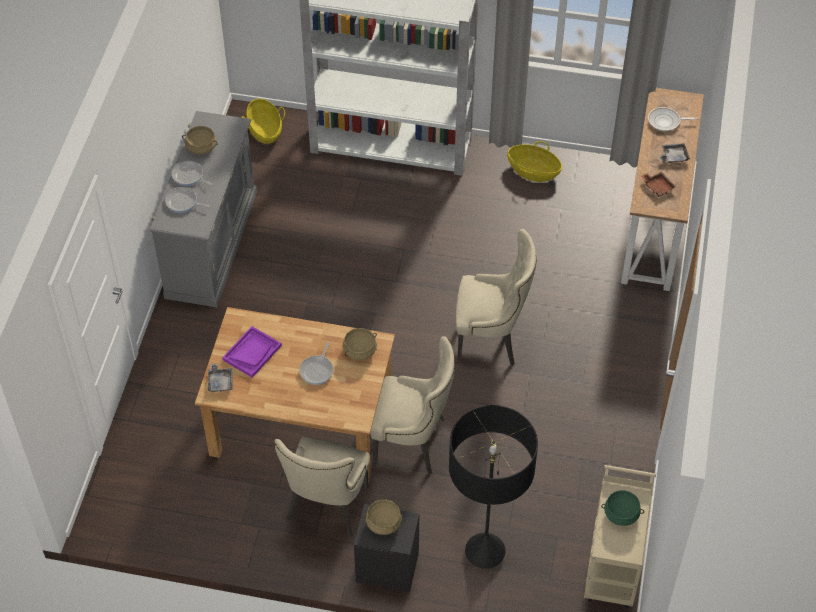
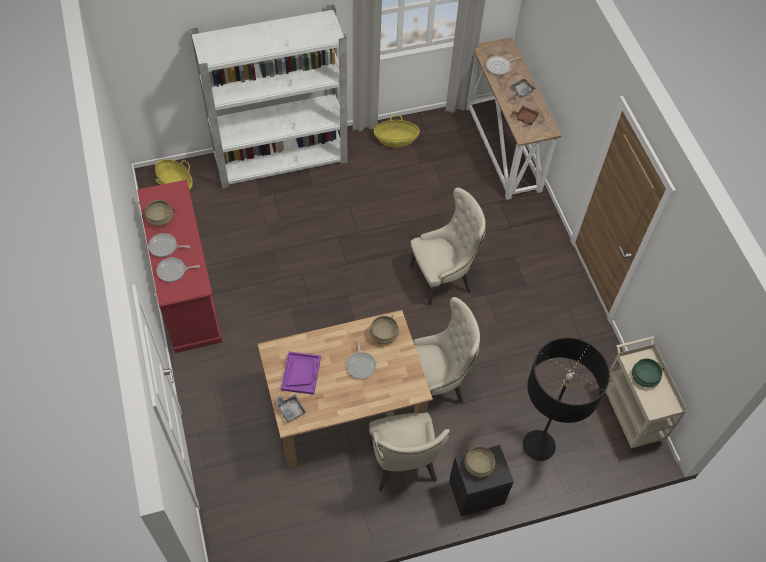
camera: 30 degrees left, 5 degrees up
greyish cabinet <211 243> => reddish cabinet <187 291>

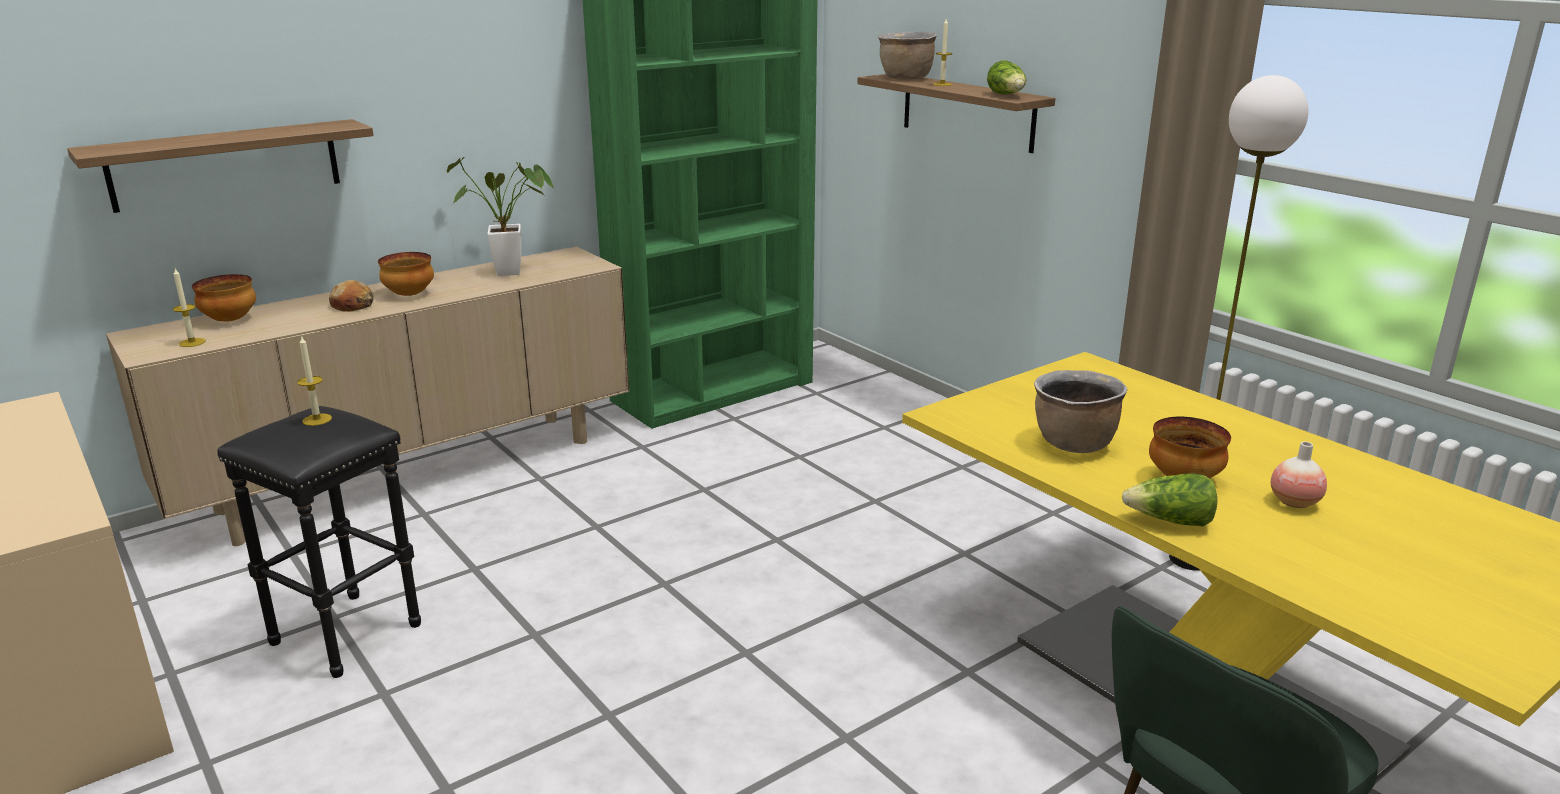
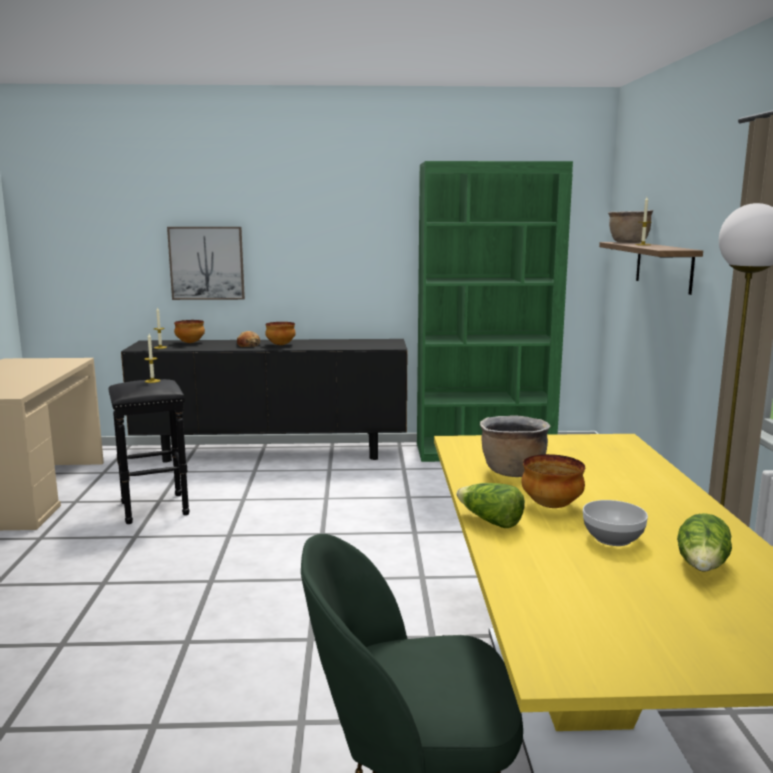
camera: 35 degrees right, 10 degrees down
potted plant <516 272> => nothing
lettuce <1007 95> => lettuce <702 567>, moved
shelf <225 165> => wall art <207 263>
vase <1294 502> => serving bowl <613 538>
beige cabinet <412 474> => blackish cabinet <273 453>

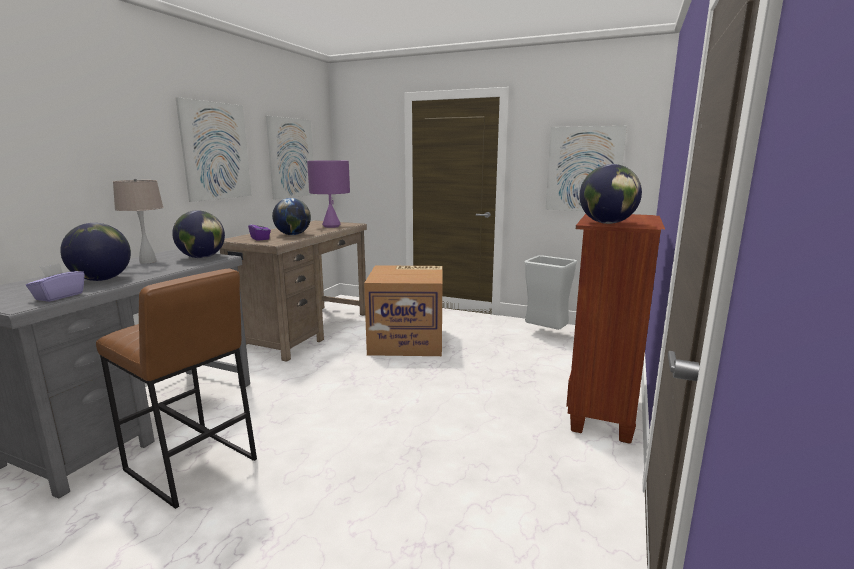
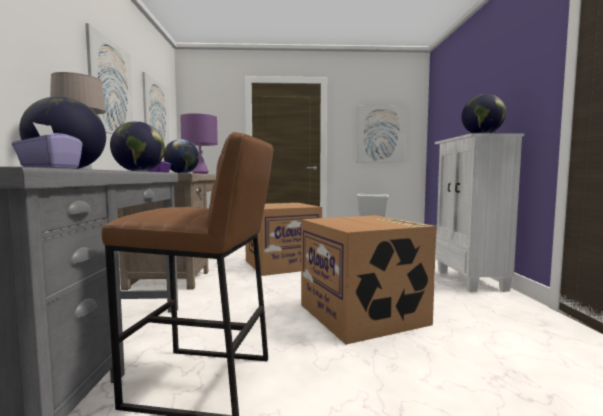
camera: 25 degrees left, 10 degrees down
nothing => carton <364 314>
brownish cabinet <600 414> => whitish cabinet <469 281>

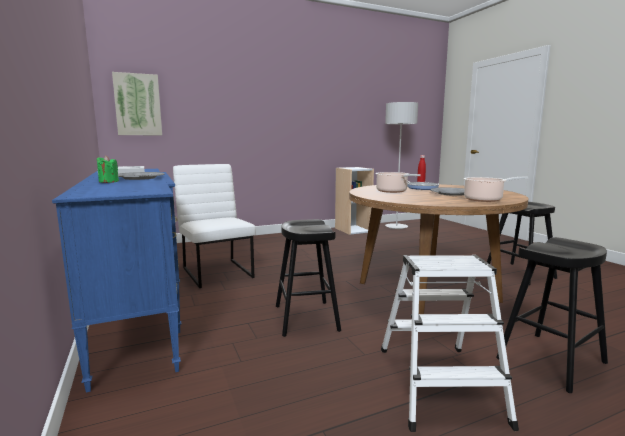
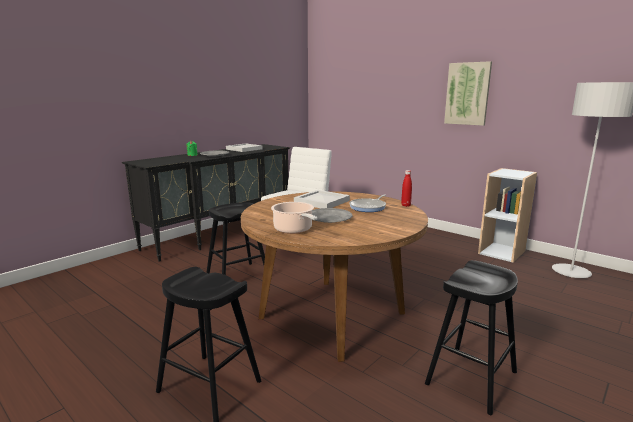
camera: 65 degrees right, 5 degrees up
whitish step stool <438 383> => nothing
wall art <138 105> => wall art <467 94>, moved
cooking pot <393 191> => whitish serving tray <321 201>
bluish cabinet <138 310> => blackish cabinet <221 234>

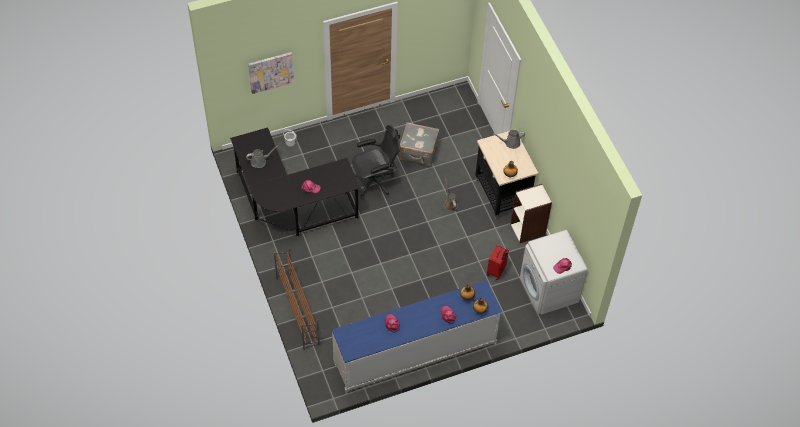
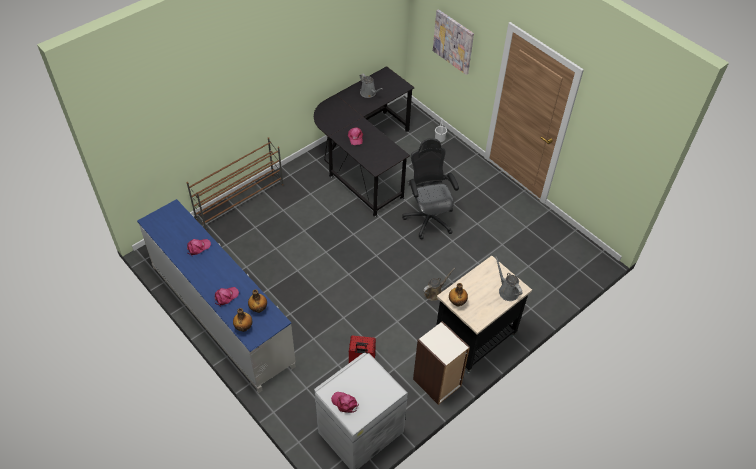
camera: 70 degrees right, 5 degrees down
greyish suitcase <418 152> => nothing
desk chair <375 182> => desk chair <428 217>, 150 degrees counterclockwise

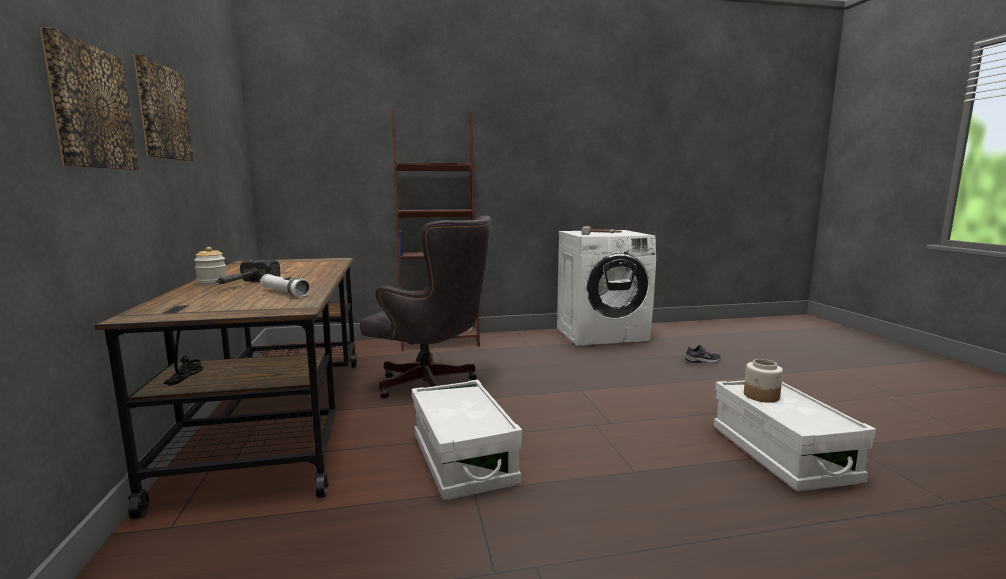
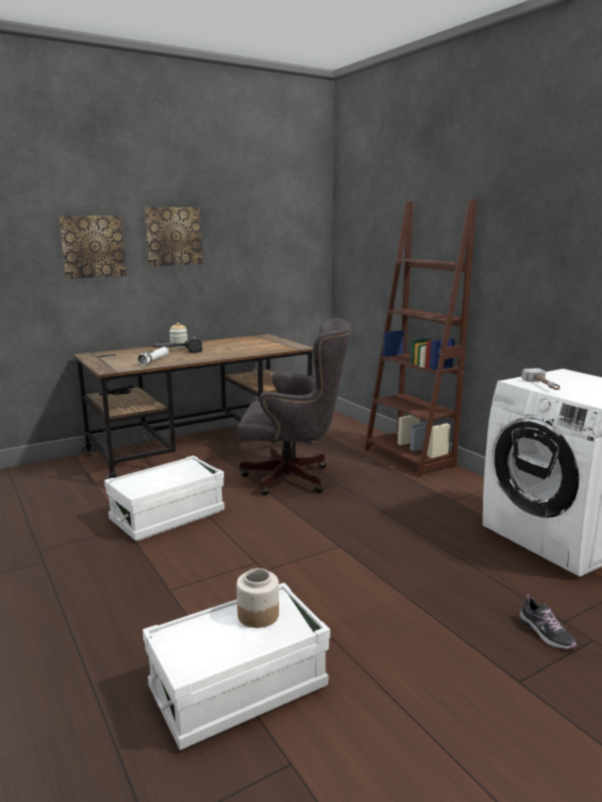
camera: 70 degrees right, 5 degrees up
greyish desk chair <431 386> => greyish desk chair <293 478>, 90 degrees counterclockwise

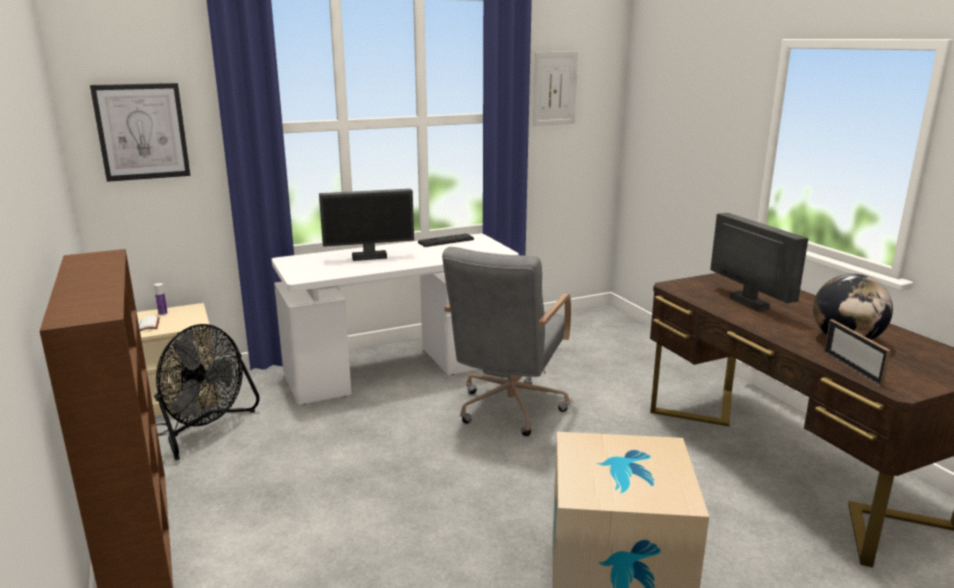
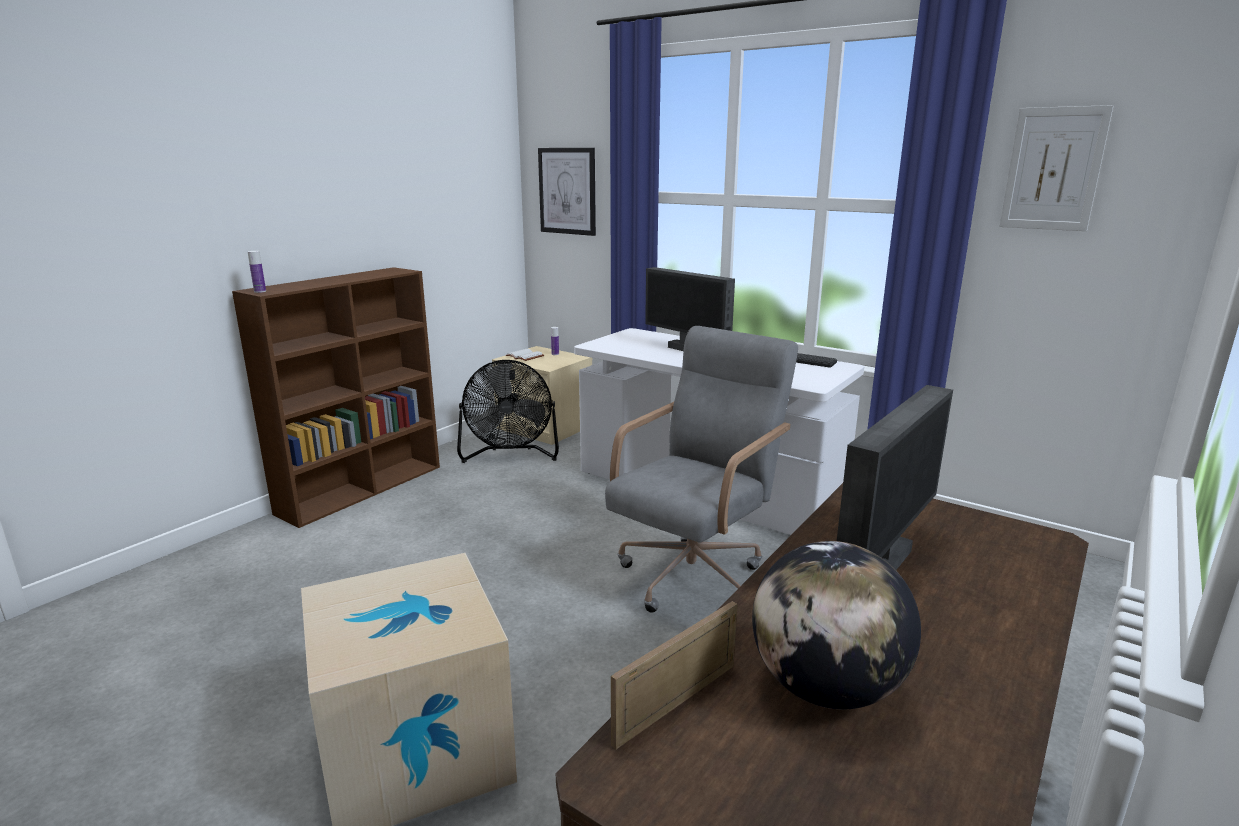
camera: 60 degrees right, 0 degrees up
nothing => drink bottle <260 291>
greyish desk chair <508 412> => greyish desk chair <695 575>, 135 degrees clockwise

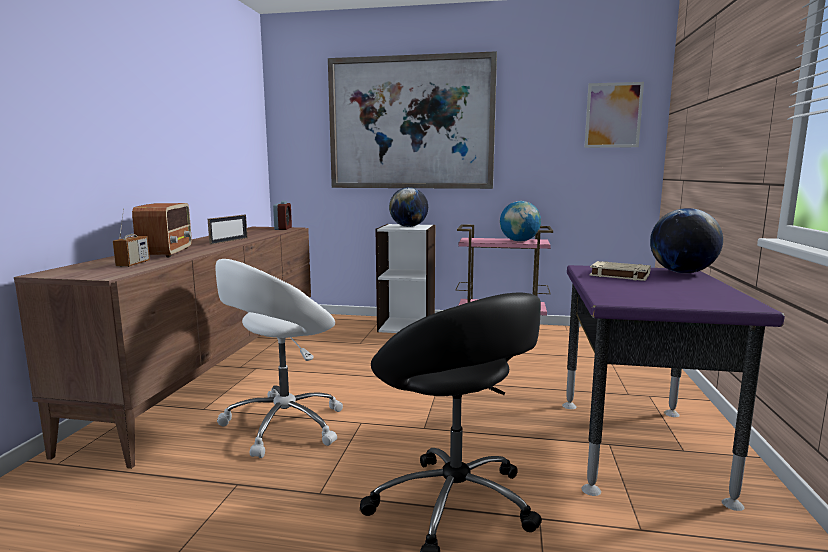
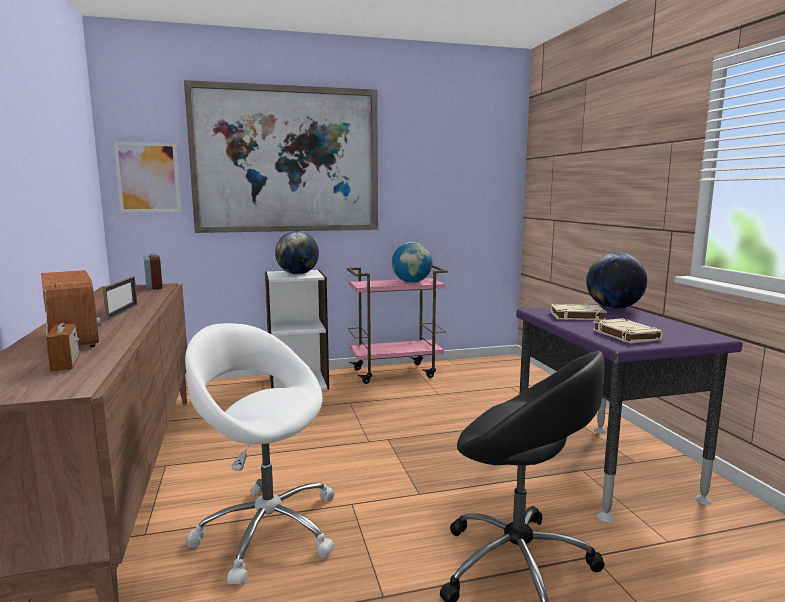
camera: 25 degrees left, 0 degrees up
nothing => beige volume <625 335>
wall art <613 115> => wall art <148 177>, moved
whitish desk chair <281 426> => whitish desk chair <267 530>, 90 degrees clockwise

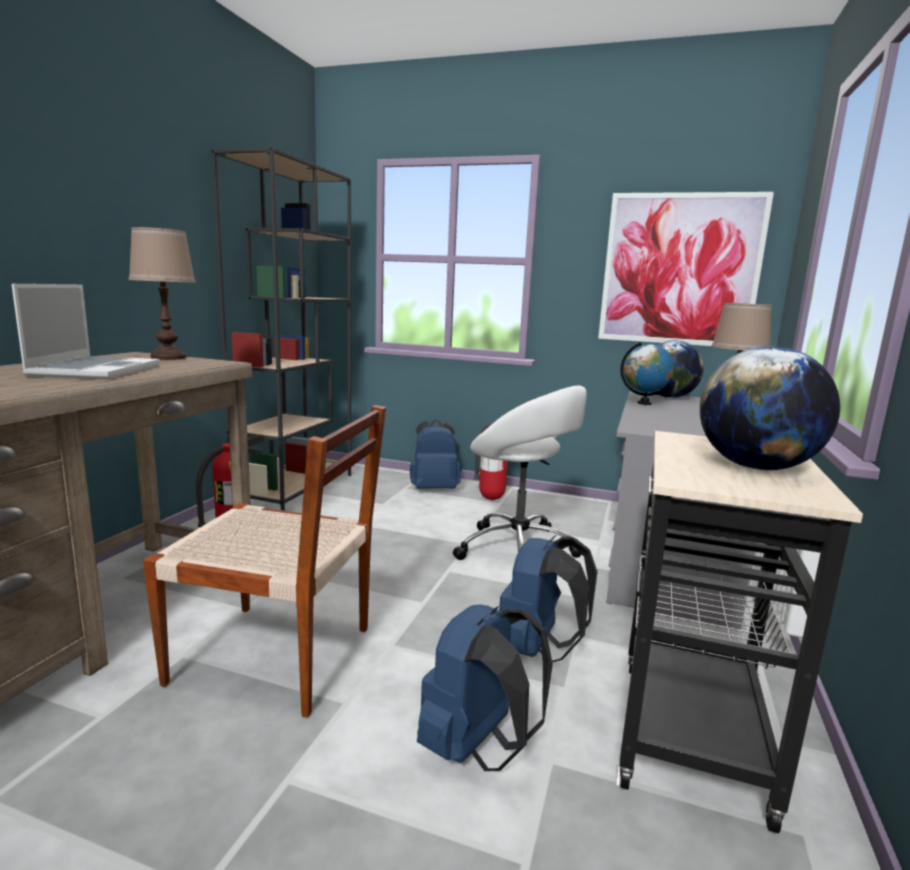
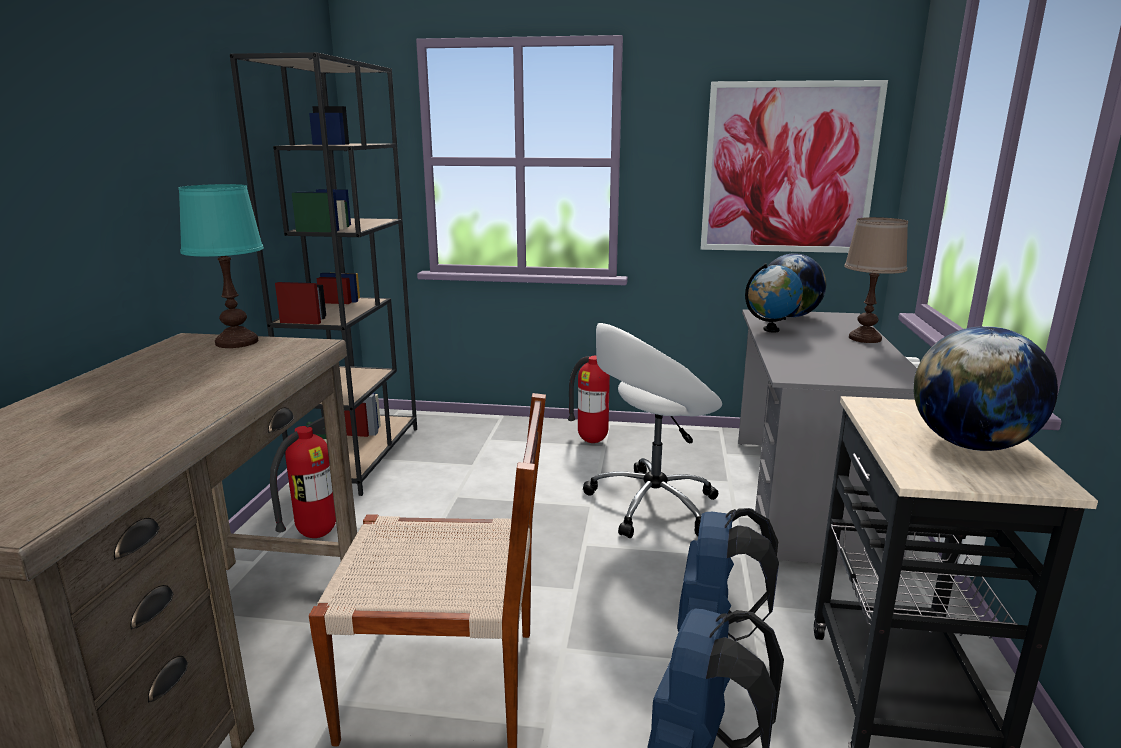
camera: 10 degrees left, 5 degrees up
portable computer <96 370> => nothing
bluish knapsack <434 489> => nothing
brownish tabletop lamp <168 358> => turquoise-coloured tabletop lamp <236 342>
whitish desk chair <519 549> => whitish desk chair <649 505>, 120 degrees clockwise

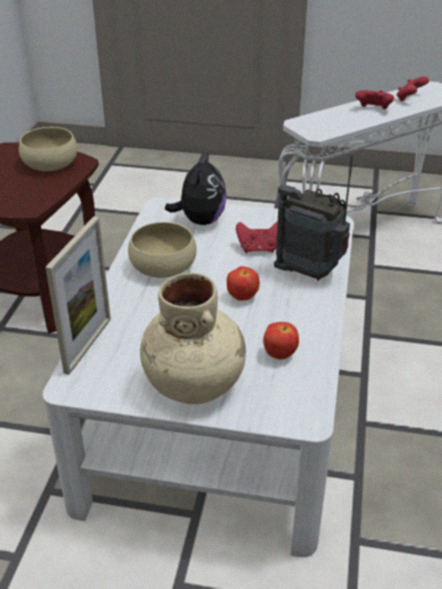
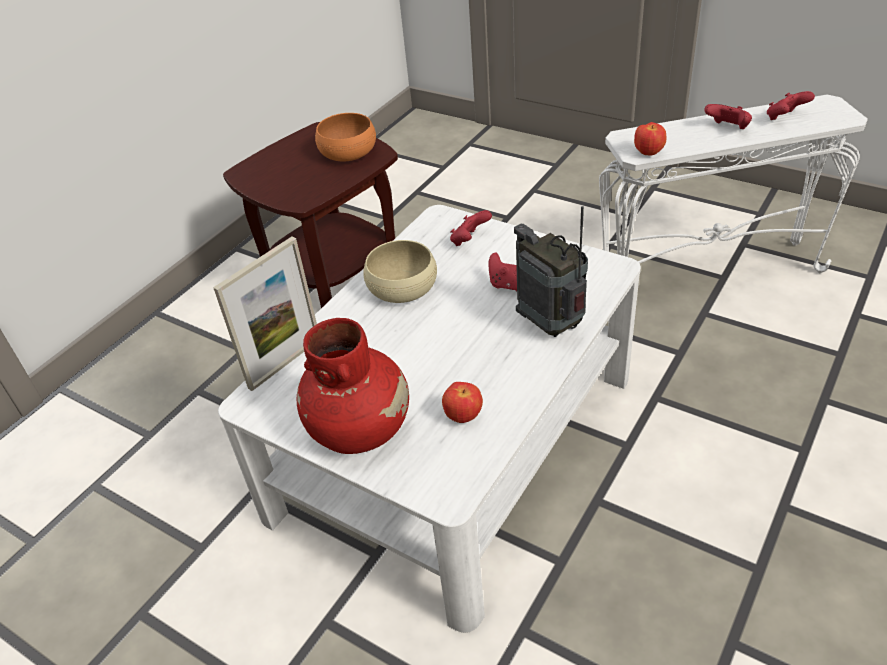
camera: 25 degrees right, 5 degrees up
apple <242 297> => apple <648 153>, moved
cuddly toy <200 221> => reddish joypad <469 240>
beige serving bowl <50 164> => orange-coloured serving bowl <348 153>
beige vase <194 383> => reddish vase <360 428>

